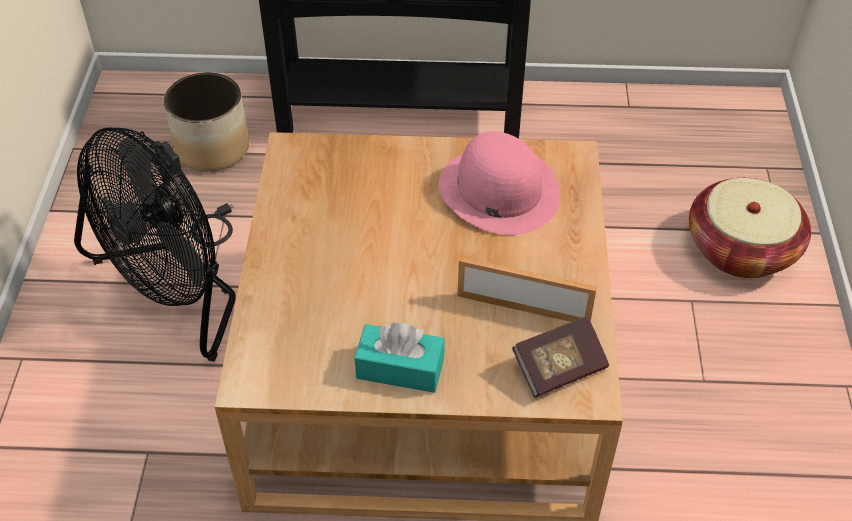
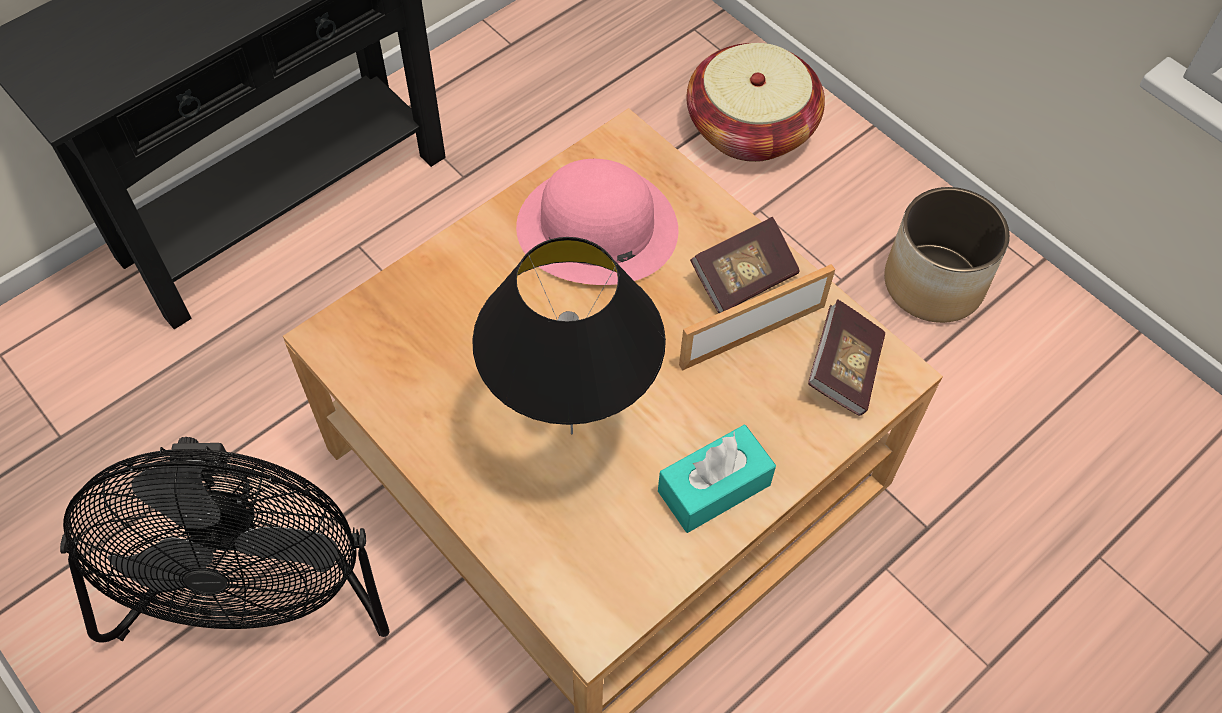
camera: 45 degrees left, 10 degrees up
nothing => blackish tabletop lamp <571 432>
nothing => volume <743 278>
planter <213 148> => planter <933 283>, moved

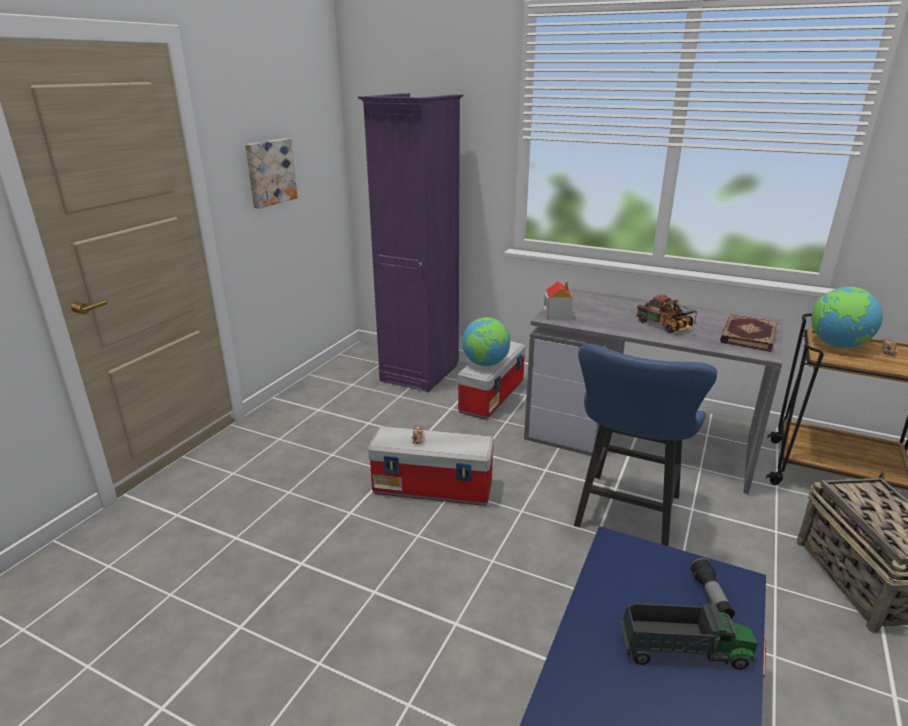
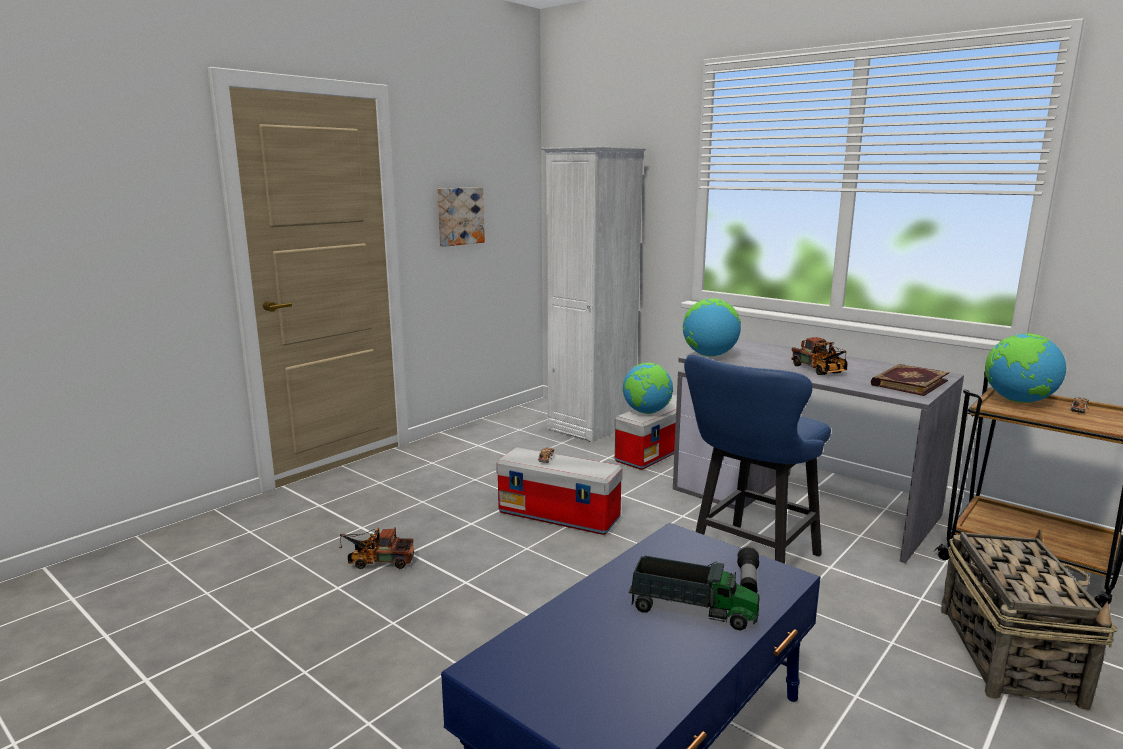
camera: 15 degrees right, 10 degrees down
nothing => toy truck <377 562>
model house <557 315> => globe <709 355>
purple cabinet <420 373> => whitish cabinet <591 427>

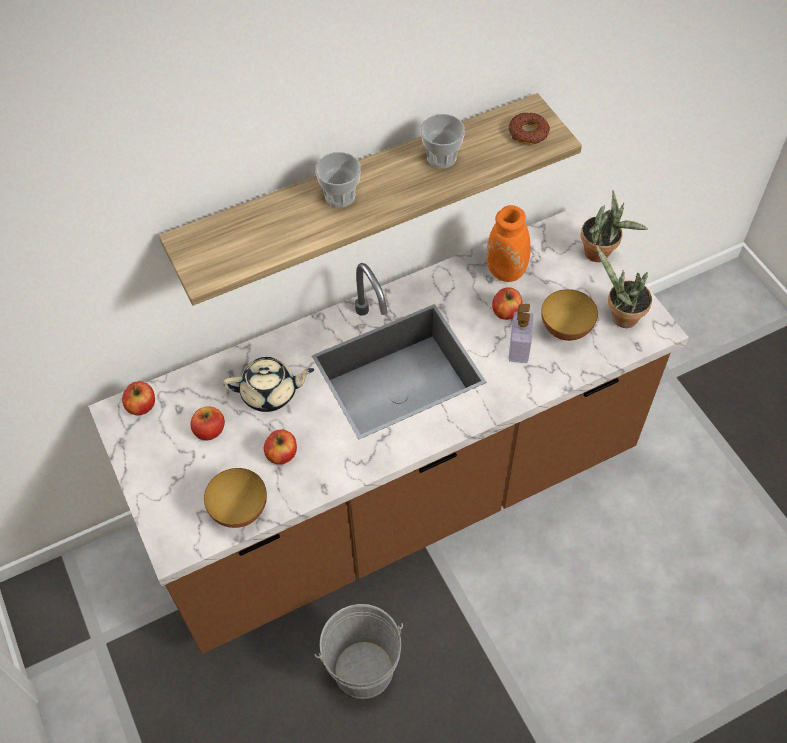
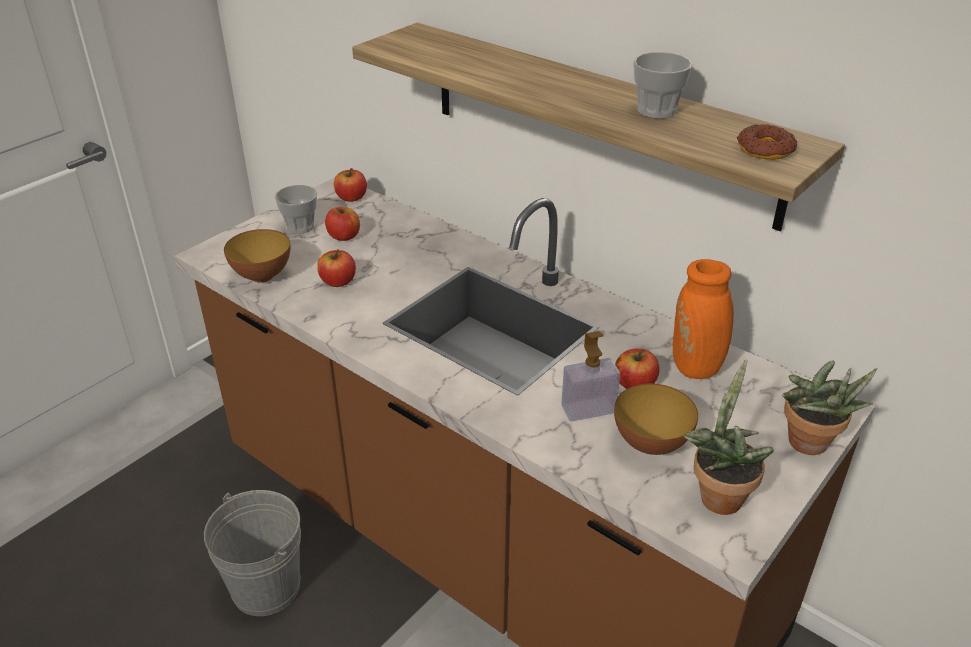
camera: 65 degrees right, 20 degrees down
beige pot for tea <270 393> => nothing
drinking cup <340 196> => drinking cup <300 227>, moved

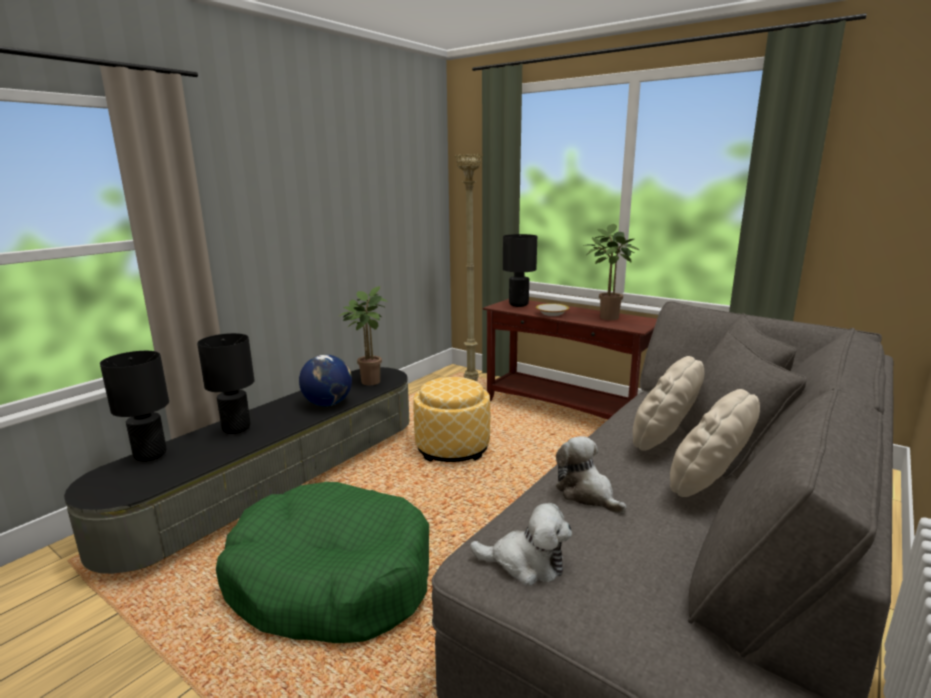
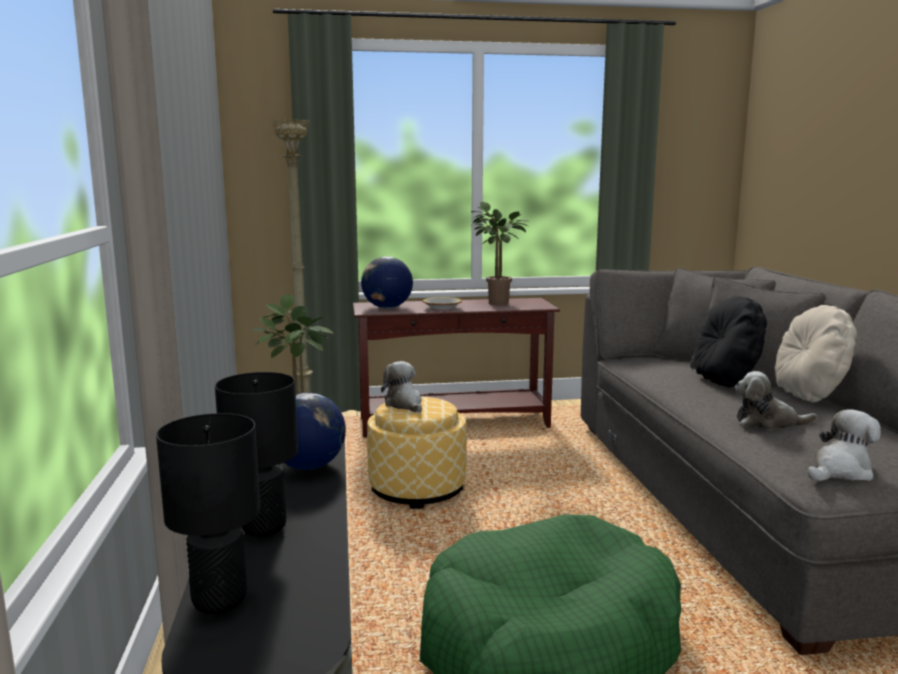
camera: 45 degrees left, 5 degrees down
nothing => cuddly toy <404 404>
blackish tabletop lamp <518 306> => globe <387 307>
beige cushion <663 445> => blackish cushion <725 382>

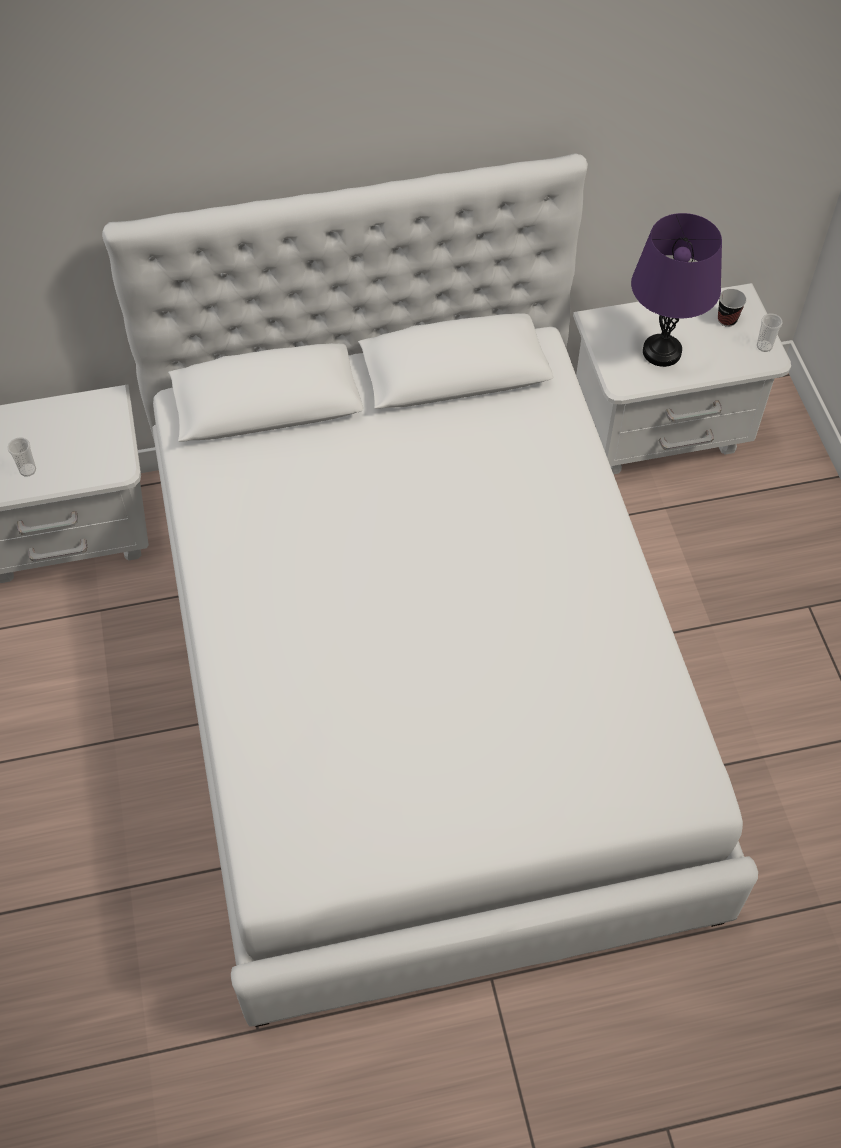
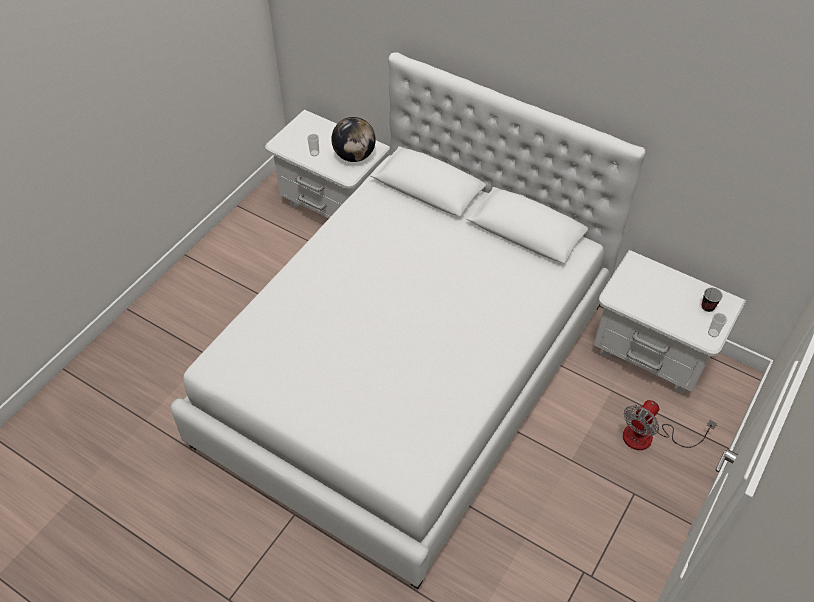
camera: 45 degrees right, 5 degrees down
purple tabletop lamp <661 352> => nothing
nothing => globe <354 156>
nothing => electric fan <649 437>

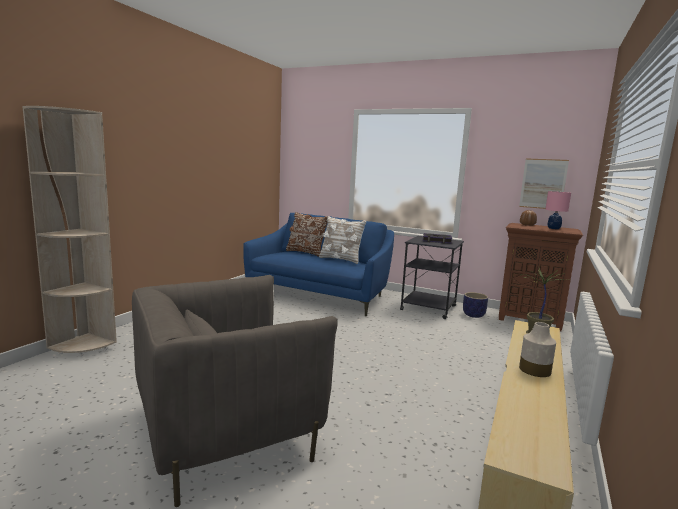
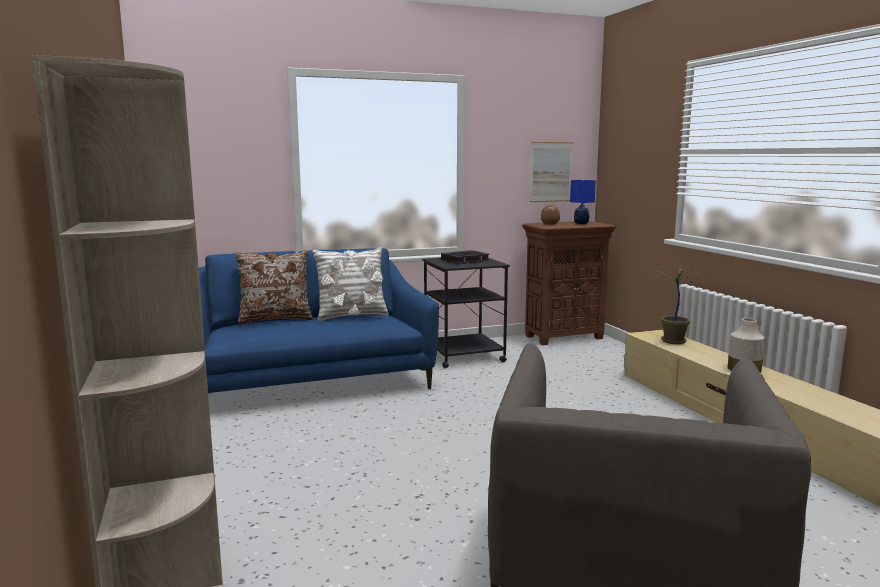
camera: 45 degrees left, 0 degrees up
planter <474 315> => nothing
pink-coloured tabletop lamp <553 228> => bluish tabletop lamp <581 223>

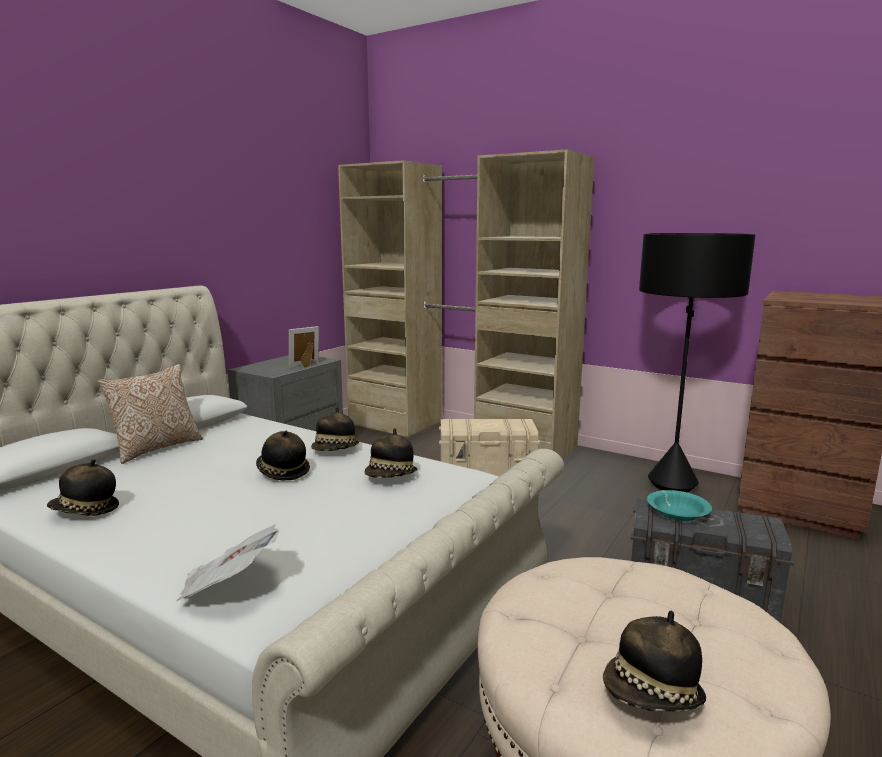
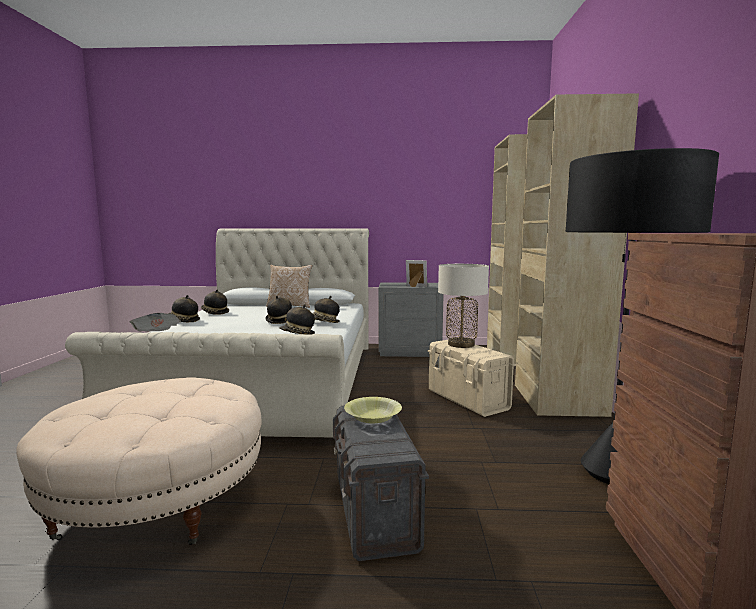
camera: 60 degrees right, 5 degrees down
nothing => tabletop lamp <461 344>
clothing hat <652 695> => clothing hat <183 321>, moved
turquoise-coloured serving bowl <677 513> => yellow-coloured serving bowl <373 417>

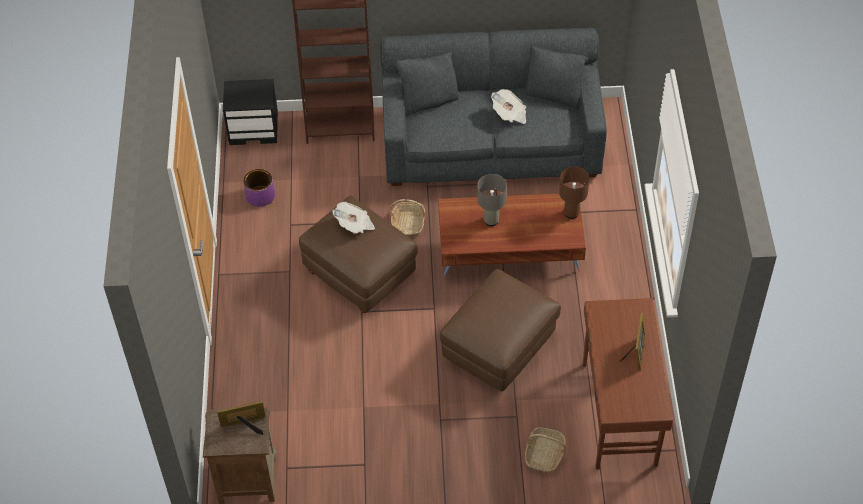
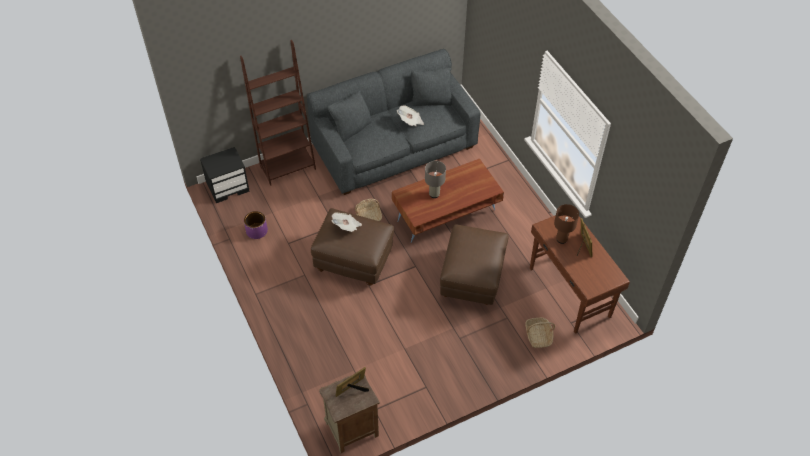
camera: 25 degrees left, 0 degrees up
brownish tabletop lamp <571 213> => brownish tabletop lamp <561 239>, moved

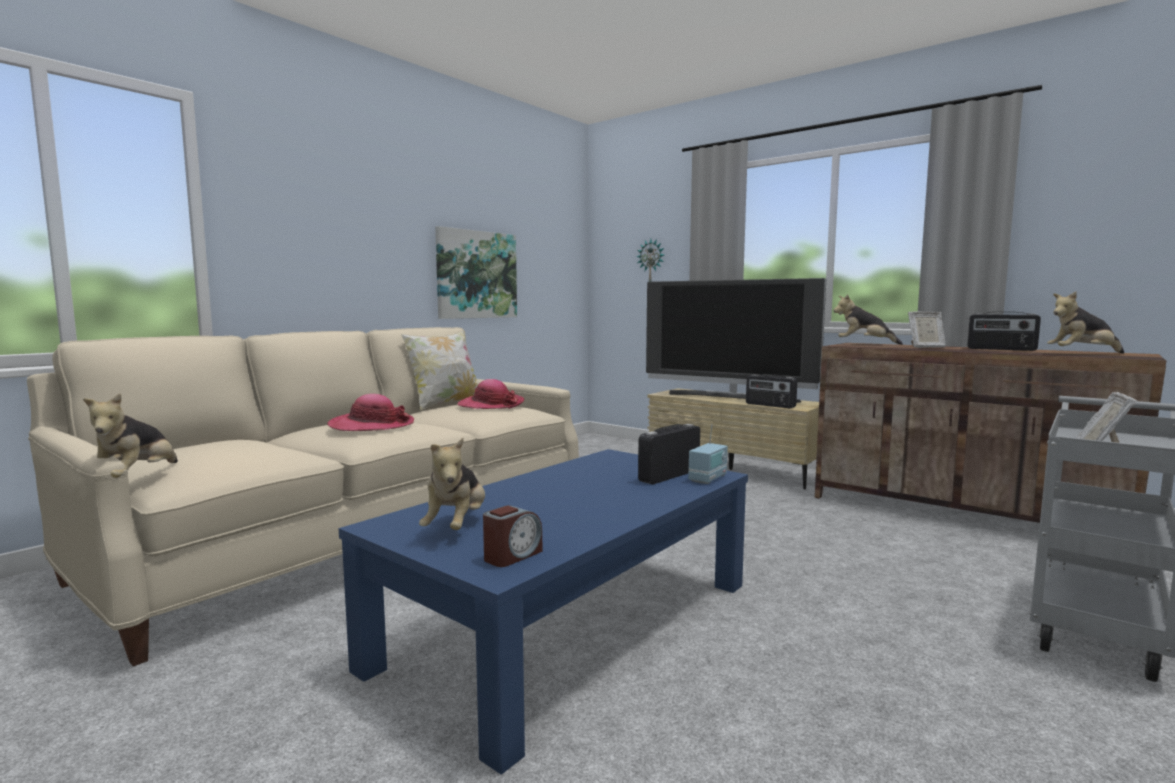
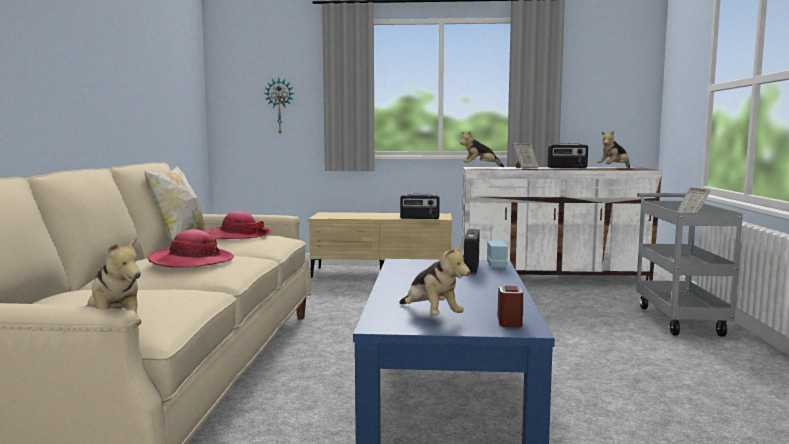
camera: 35 degrees left, 0 degrees up
wall art <476 275> => nothing
television <731 397> => nothing
brownish cabinet <962 513> => whitish cabinet <553 279>

